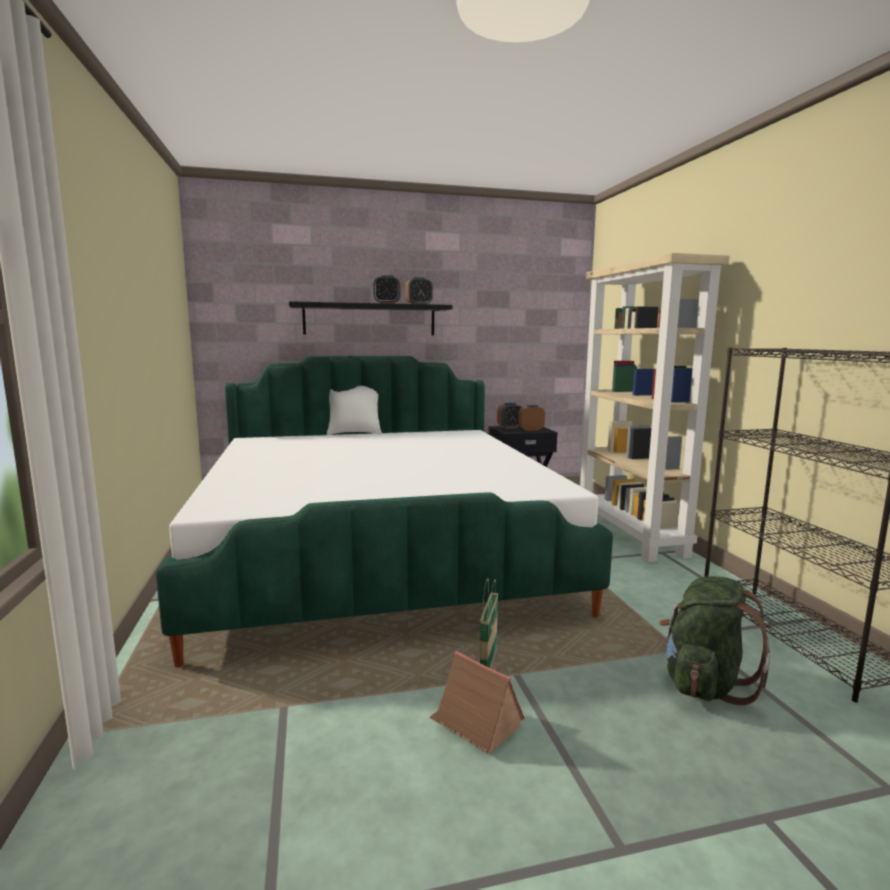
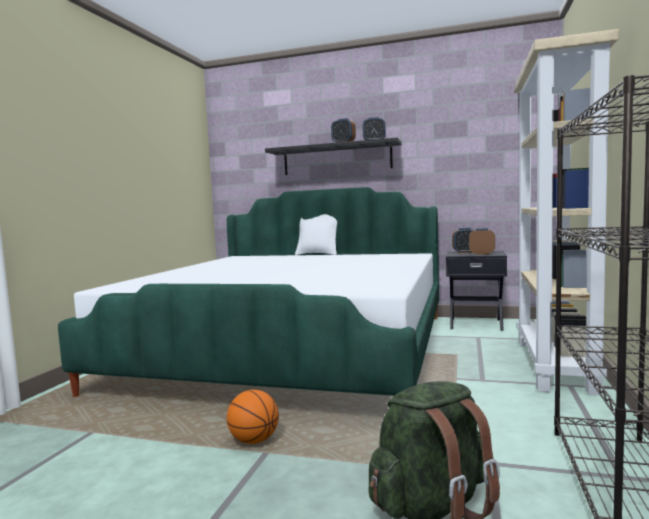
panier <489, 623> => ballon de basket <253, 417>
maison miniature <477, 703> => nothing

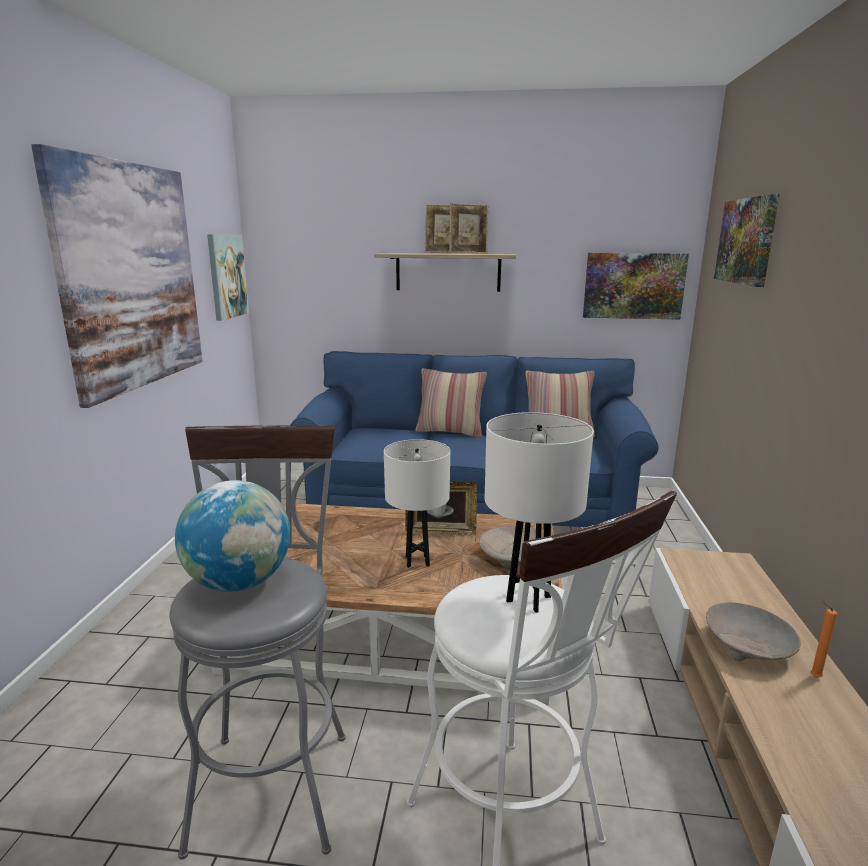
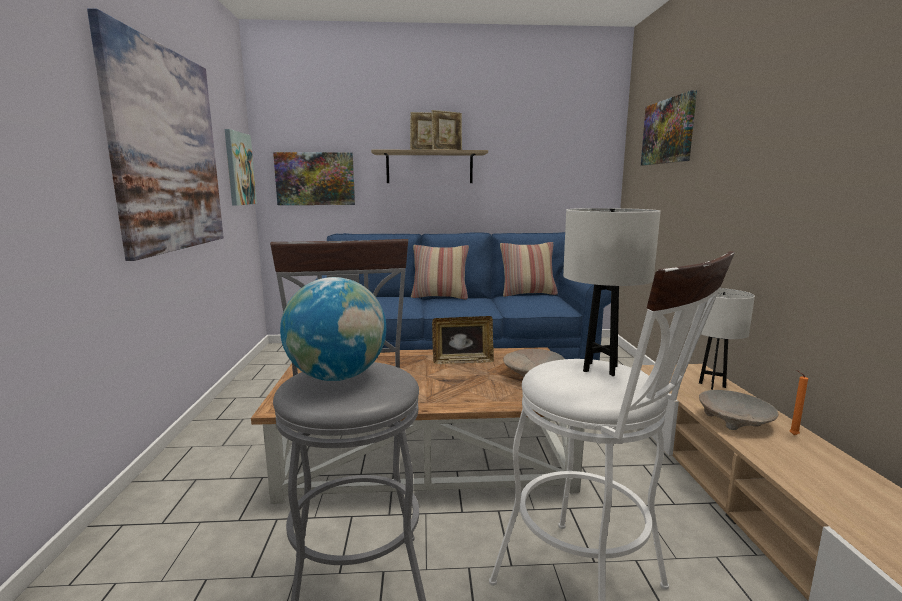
tableau <636, 286> => tableau <314, 178>, move
lampe de table [blanc] <417, 503> => lampe de table [blanc] <723, 339>, move

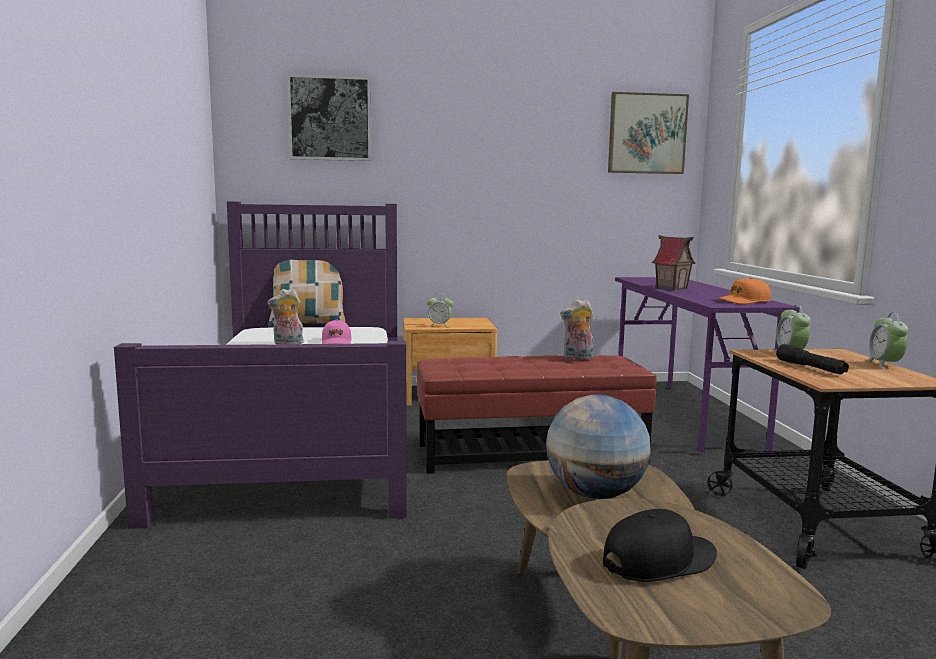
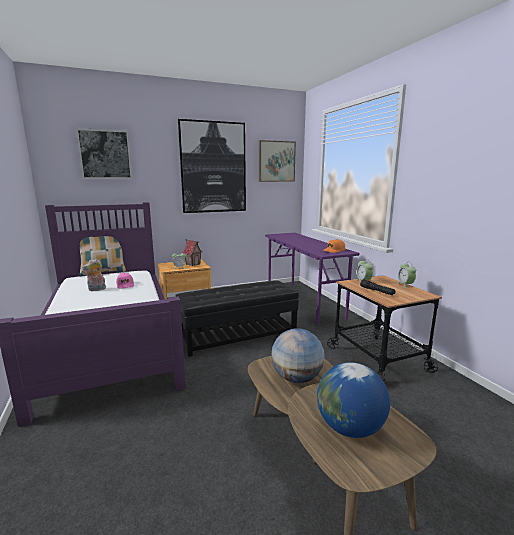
maison miniature <674, 262> => maison miniature <192, 252>, move
peluche <577, 329> => nothing
pouf [rouge] <536, 414> => pouf [noir] <237, 318>
casquette [noir] <660, 545> => globe <353, 400>
nothing => tableau <212, 166>

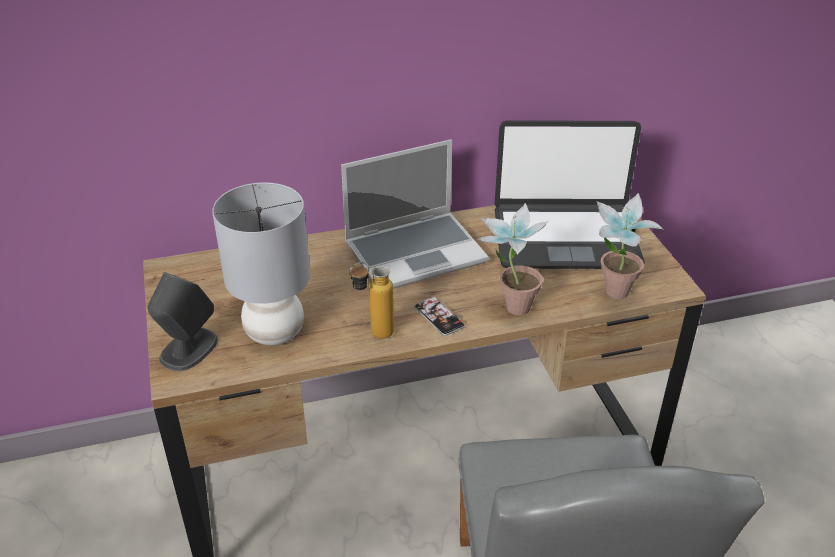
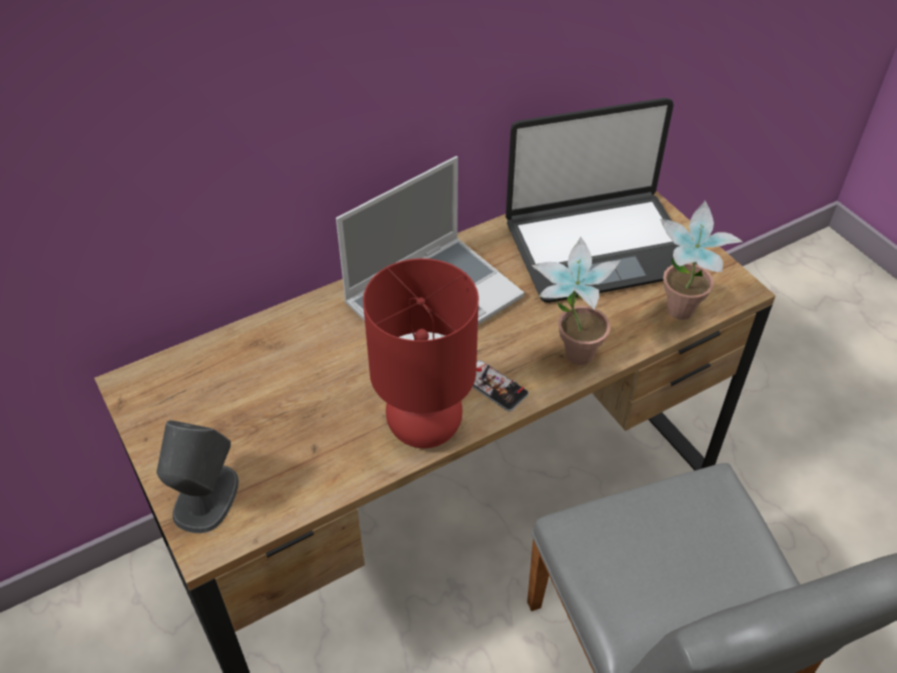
lampe de table [gris] <261, 263> => nothing
bouteille <371, 300> => lampe de table [rouge] <421, 353>

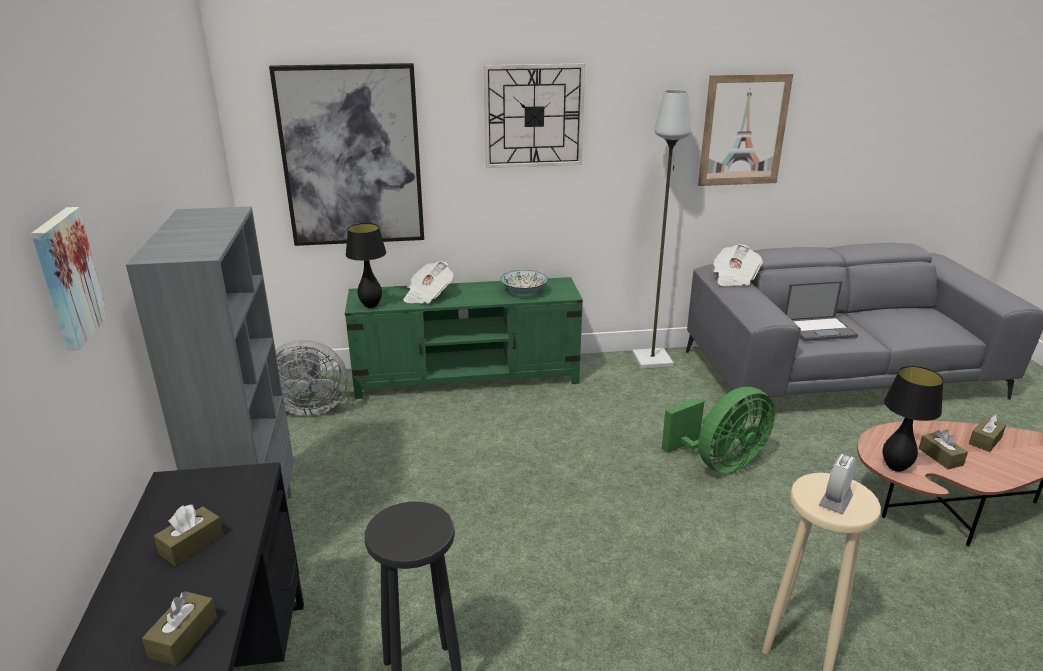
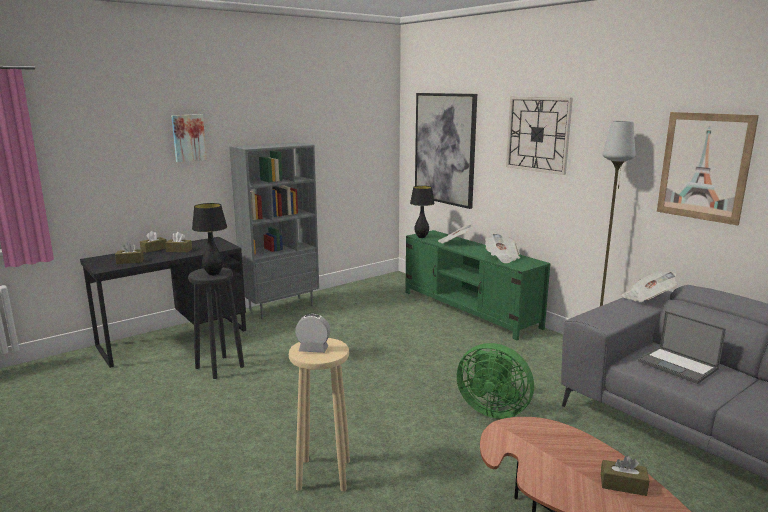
bol <524, 282> => journal <502, 248>
ventilateur [gris] <312, 378> => nothing
lampe de table [noir] <913, 419> => lampe de table [noir] <209, 239>, move
boîte à mouchoirs [marron] <943, 449> => boîte à mouchoirs [marron] <153, 242>, move

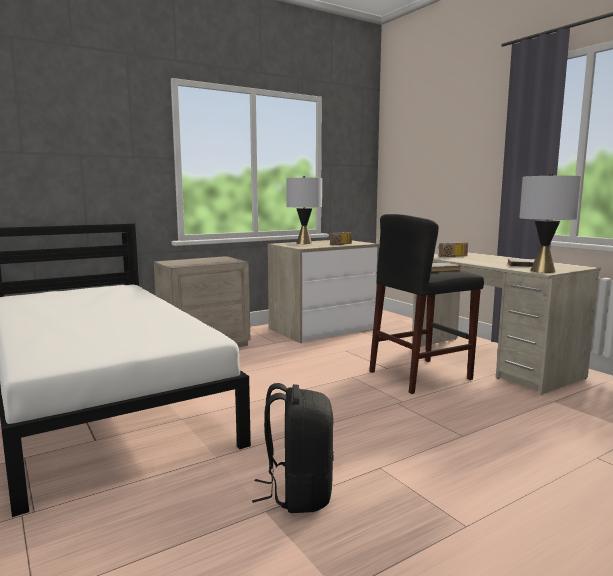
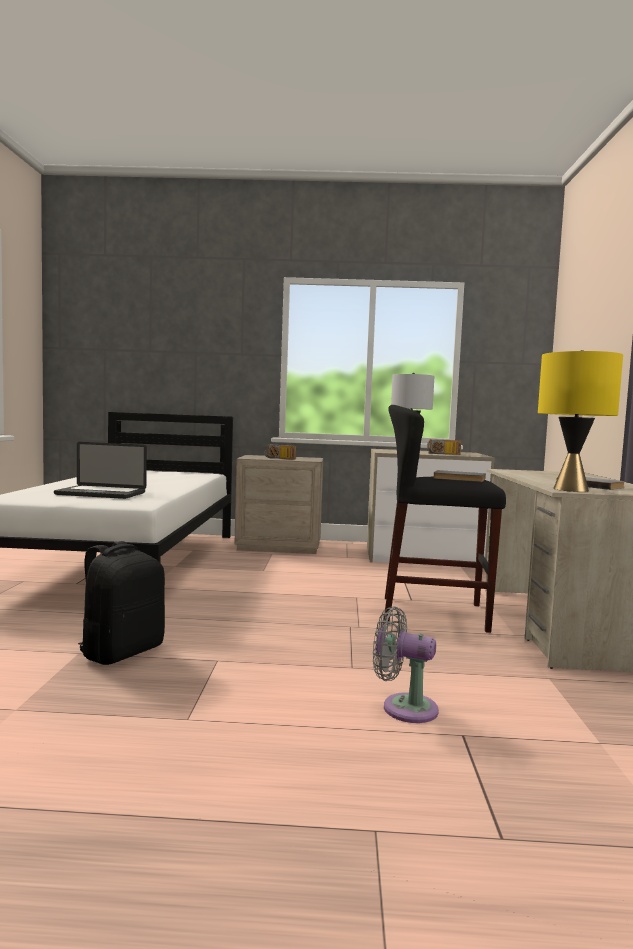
lampe de table [gris] <550, 223> => lampe de table [jaune] <580, 421>
radio <453, 249> => radio <280, 452>, move
nothing => ordinateur portable <100, 470>
nothing => ventilateur [gris] <406, 664>

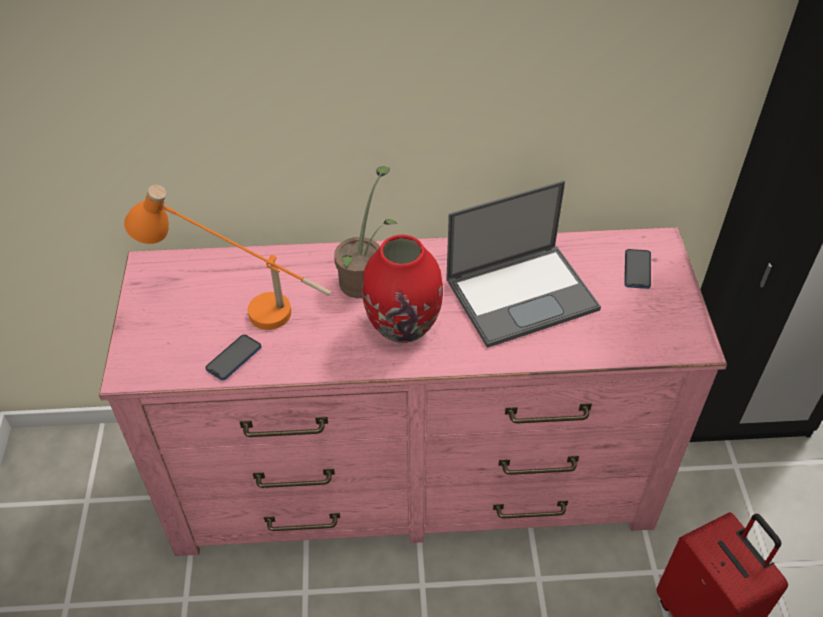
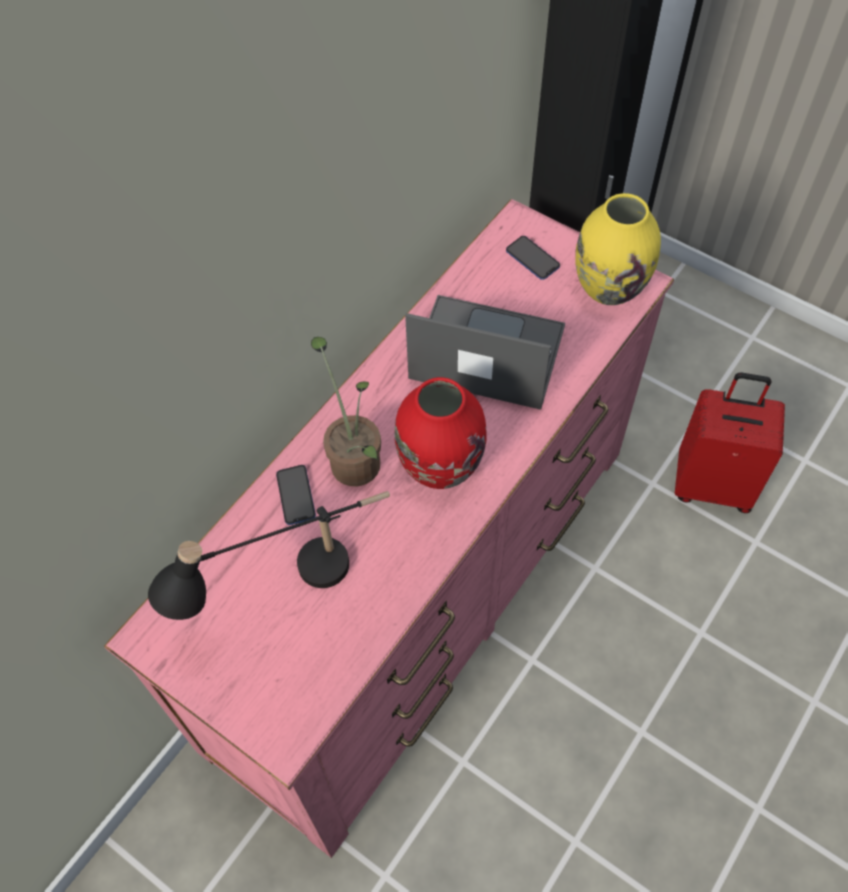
ordinateur portable <523, 264> => ordinateur portable <485, 352>, 90 degrees counterclockwise
lampe de table [orange] <227, 257> => lampe de table [noir] <269, 555>
téléphone <233, 358> => téléphone <296, 495>, move
nothing => vase [jaune] <618, 249>

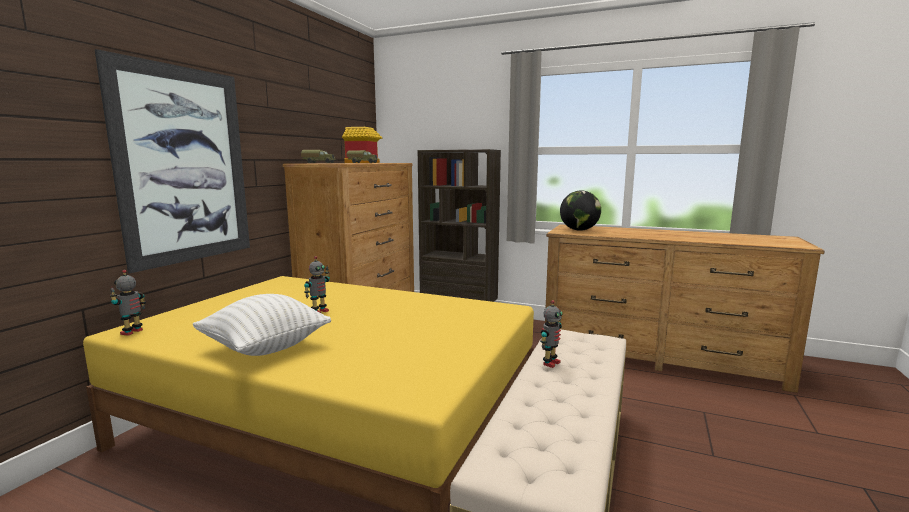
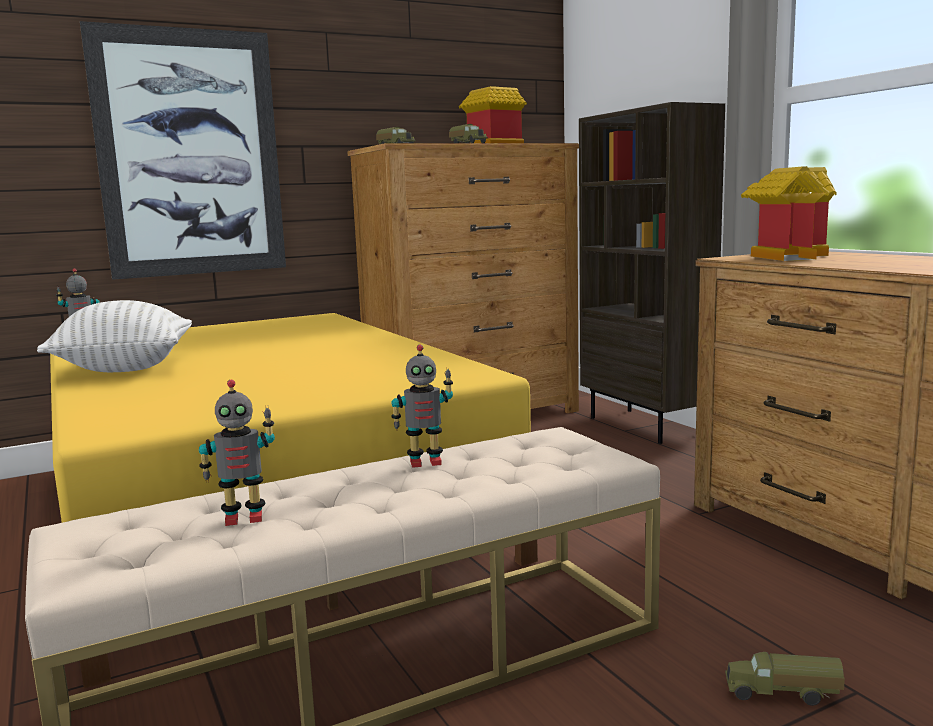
globe <580, 211> => maison miniature <789, 213>
robot jouet <317, 284> => robot jouet <237, 453>, move
nothing => camion jouet <785, 679>

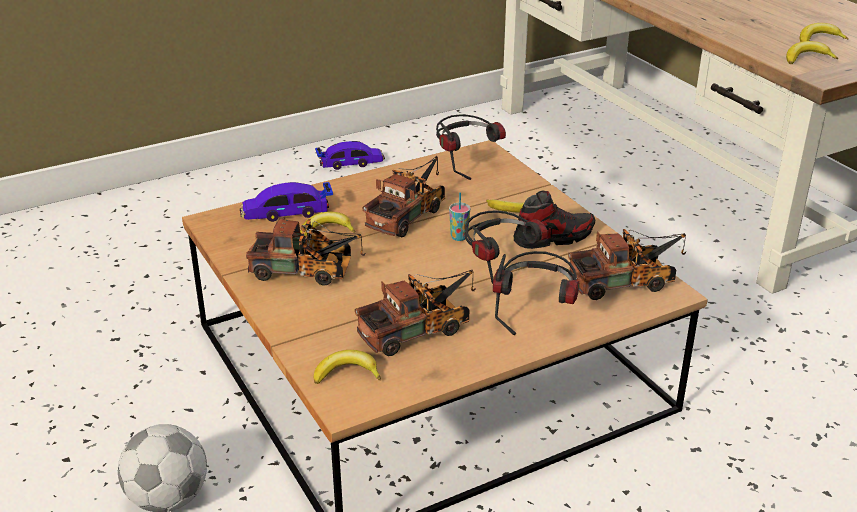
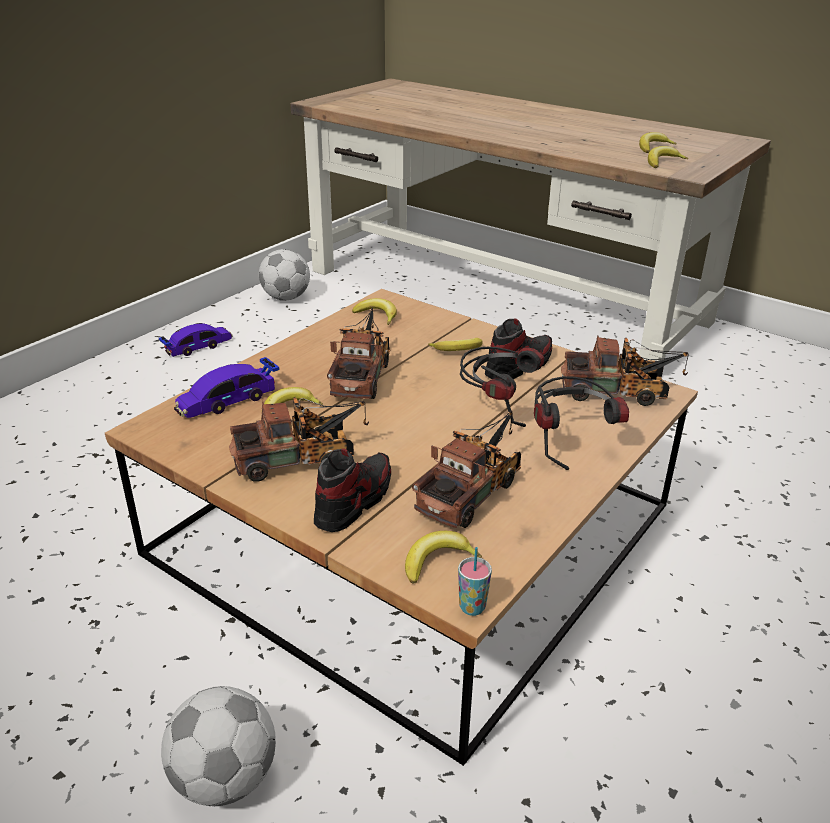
casque audio <471, 147> => banane <374, 311>
tasse <459, 216> => tasse <475, 581>, move
camion jouet <627, 264> => camion jouet <625, 370>, 45 degrees clockwise
nothing => ballon de foot <284, 275>
nothing => chaussure <352, 490>

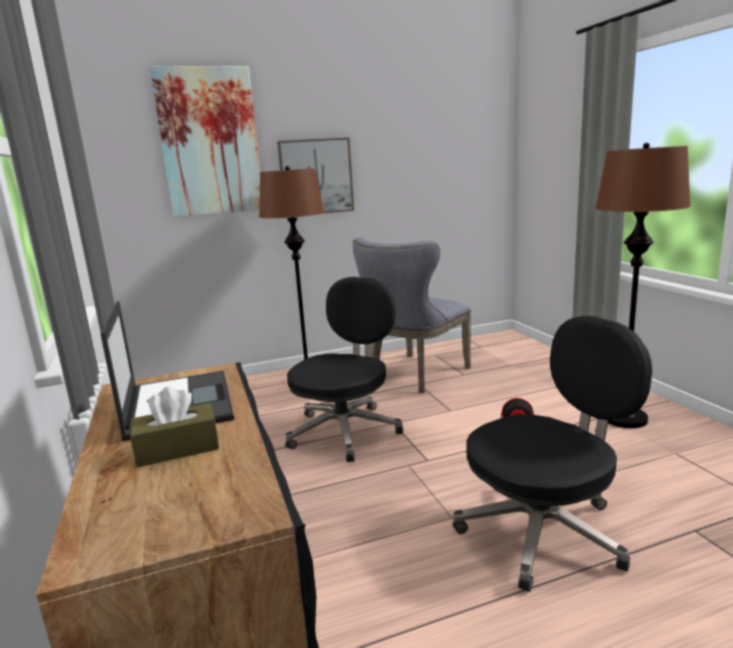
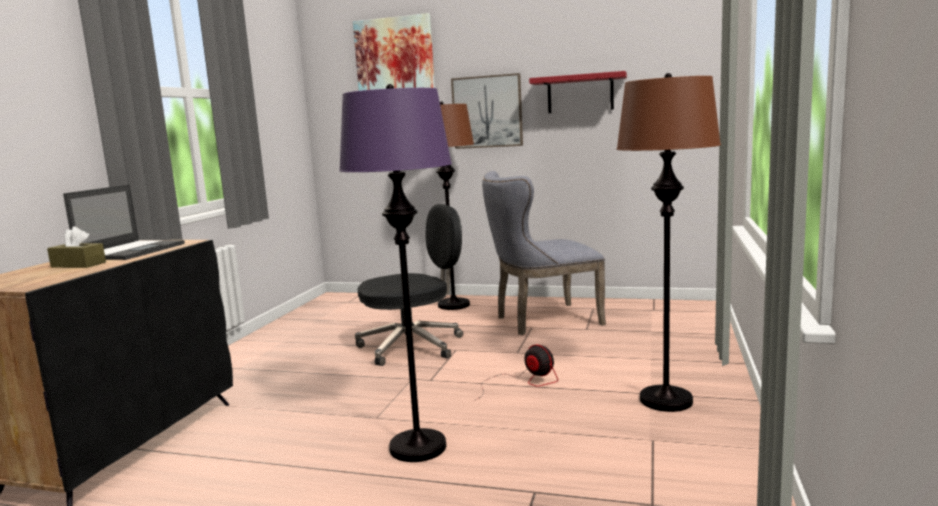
chaise de bureau [noir] <552, 454> => lampadaire [violet] <395, 273>
nothing => étagère [rouge] <578, 92>

